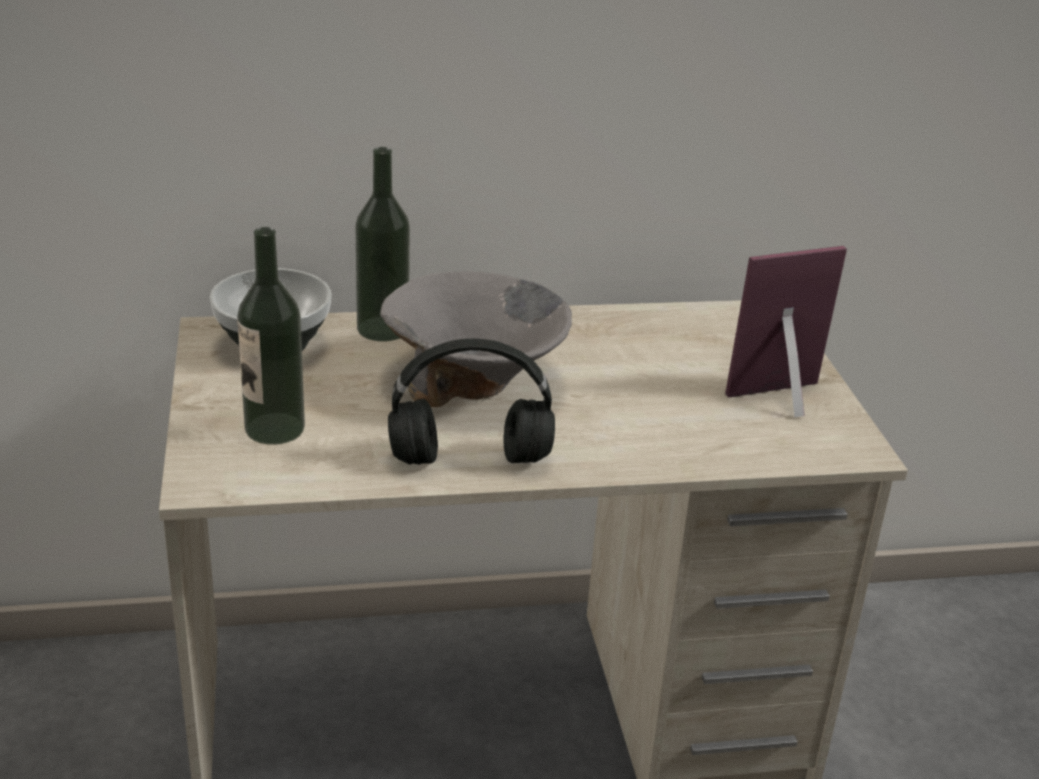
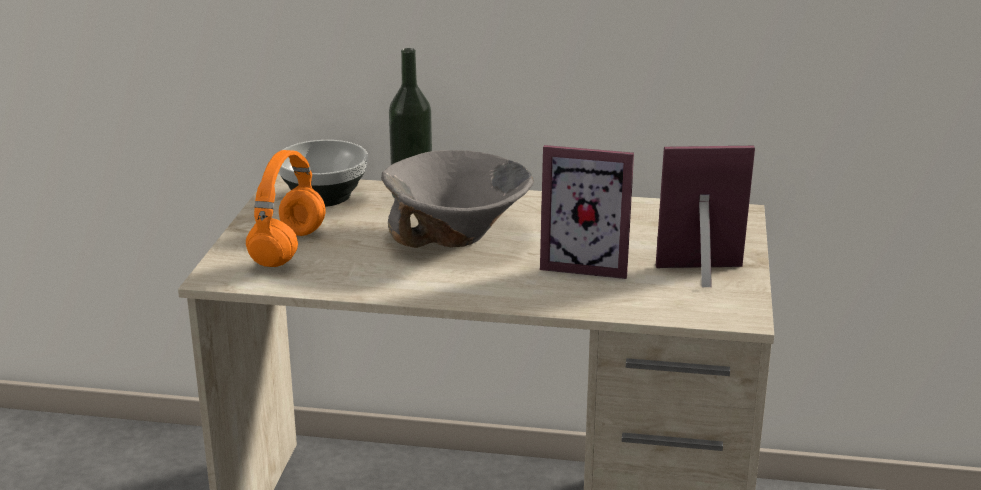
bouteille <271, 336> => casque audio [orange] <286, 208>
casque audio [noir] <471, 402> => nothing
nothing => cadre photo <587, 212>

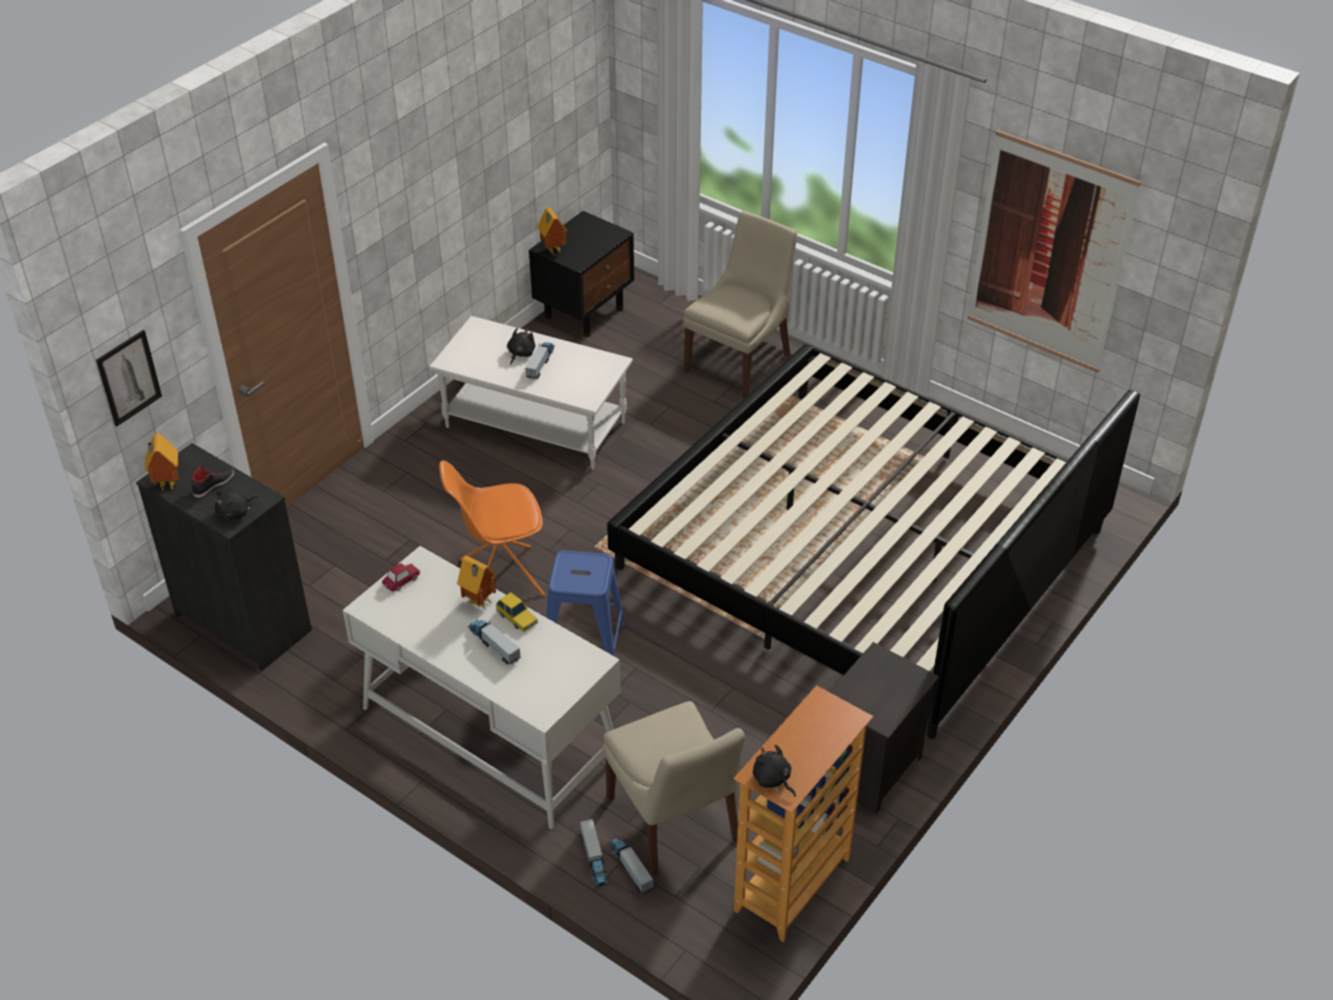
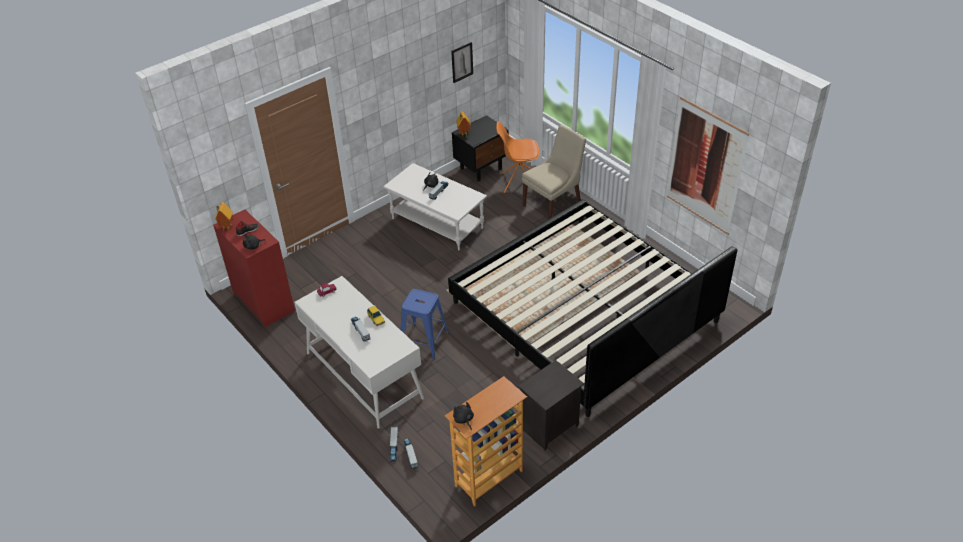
tableau <129, 378> => tableau <462, 62>, move
commode [noir] <224, 557> => commode [rouge] <254, 268>
chaise [orange] <492, 528> => chaise [orange] <518, 157>, move
maison miniature <477, 582> => nothing
chaise [beige] <674, 789> => nothing

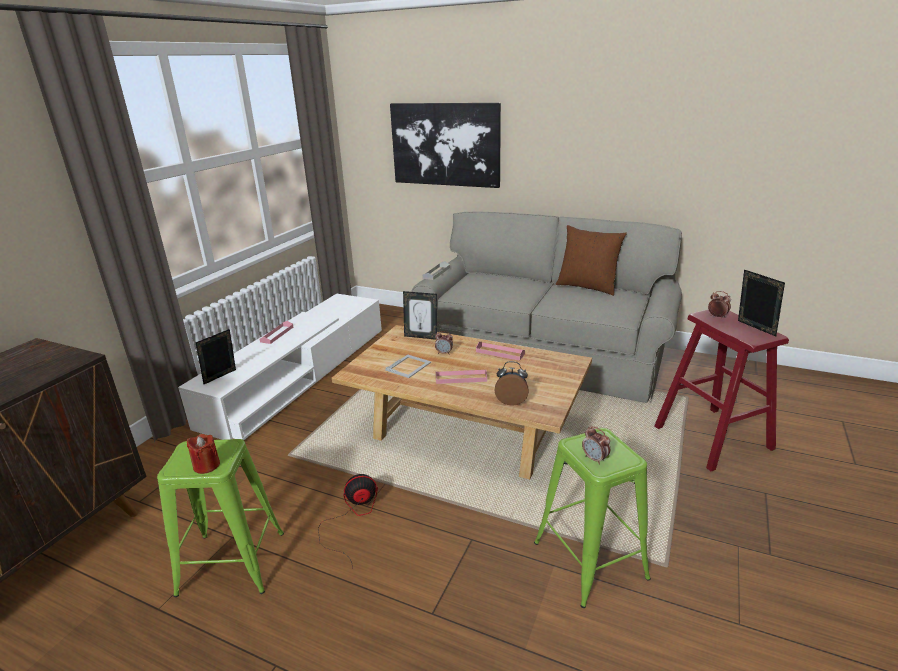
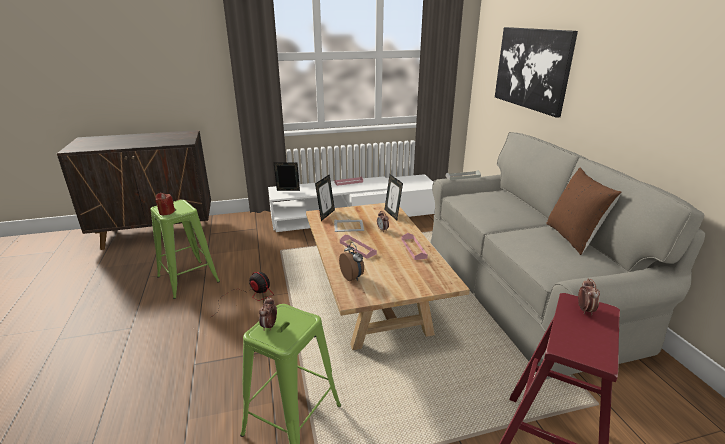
cadre photo <761, 303> => cadre photo <325, 197>, move

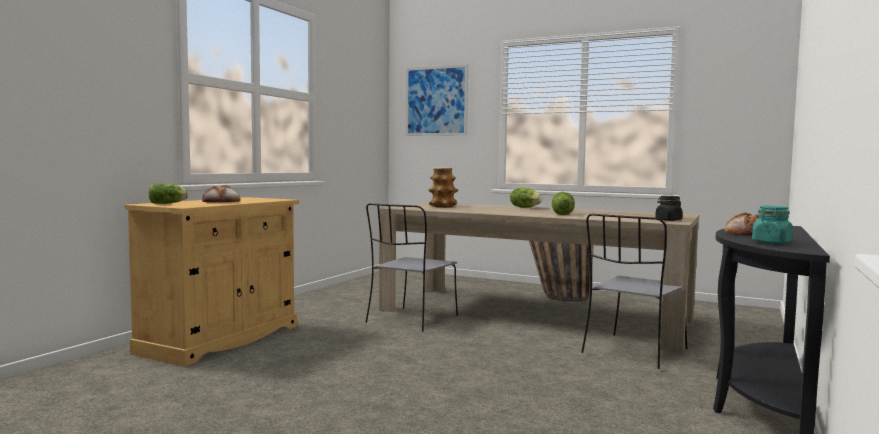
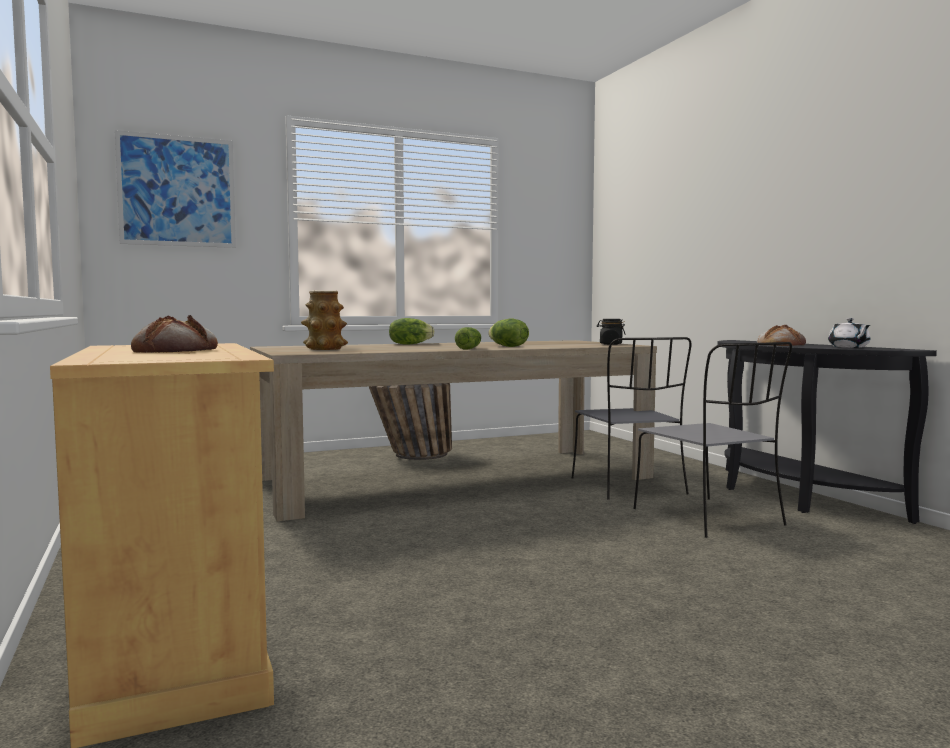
laitue <169, 194> => laitue <468, 338>, move
chaise [gris] <411, 267> => chaise [gris] <712, 440>, move
bocal [turquoise] <772, 225> => théière [blanc] <849, 333>

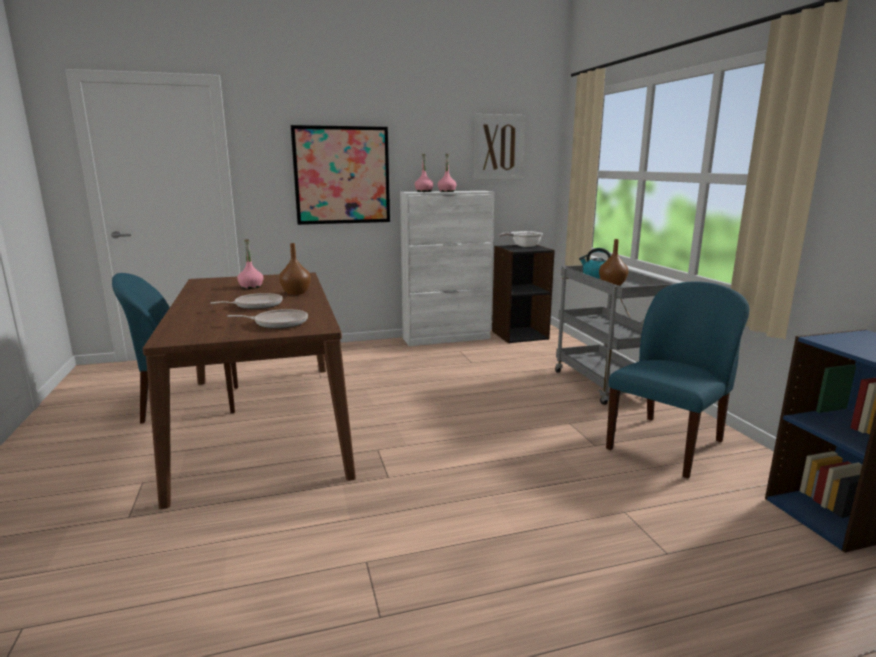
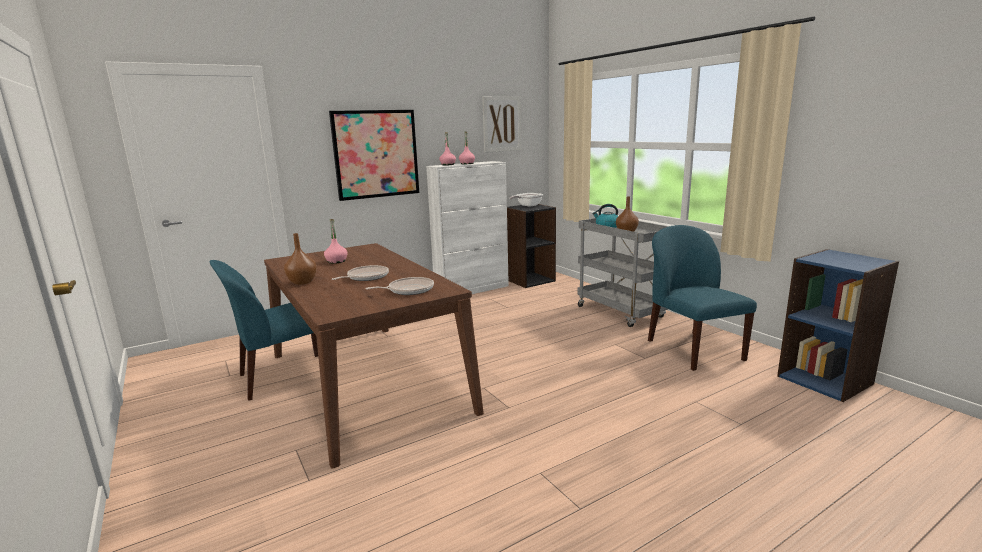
vase [marron] <295, 269> => vase [marron] <300, 259>, move
chaise [bleu] <678, 380> => chaise [bleu] <702, 298>, 45 degrees counterclockwise

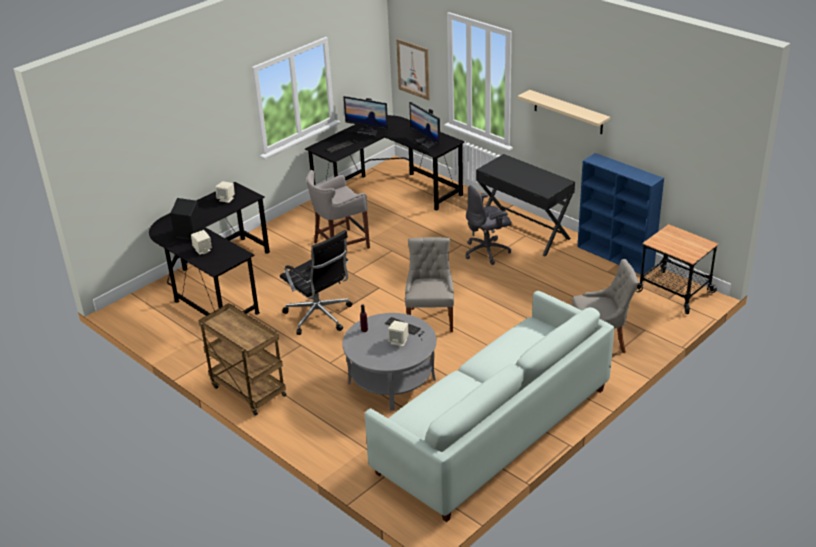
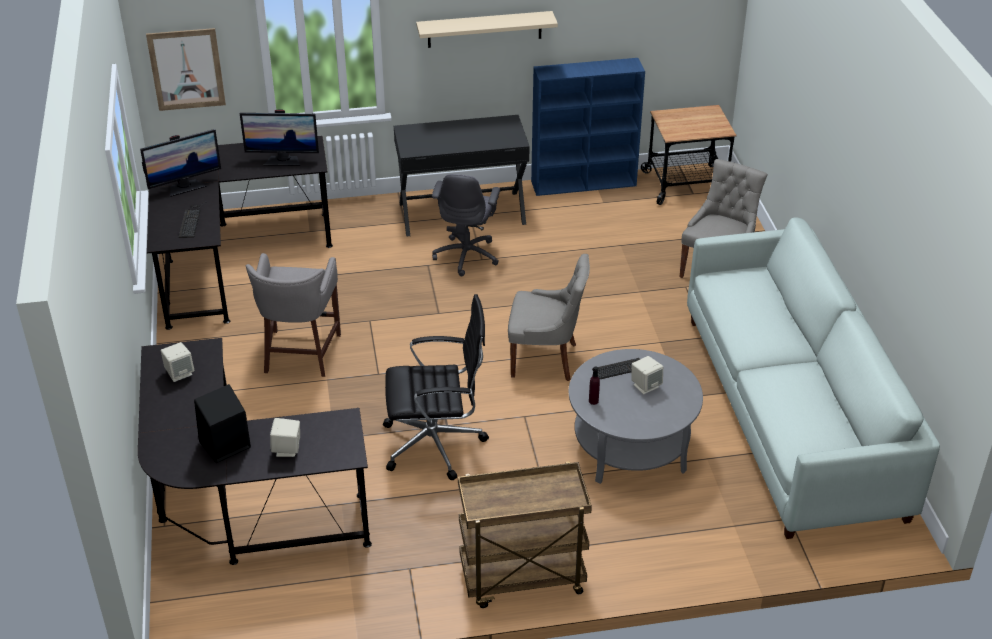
chaise [gris] <429, 284> => chaise [gris] <549, 317>, 150 degrees clockwise

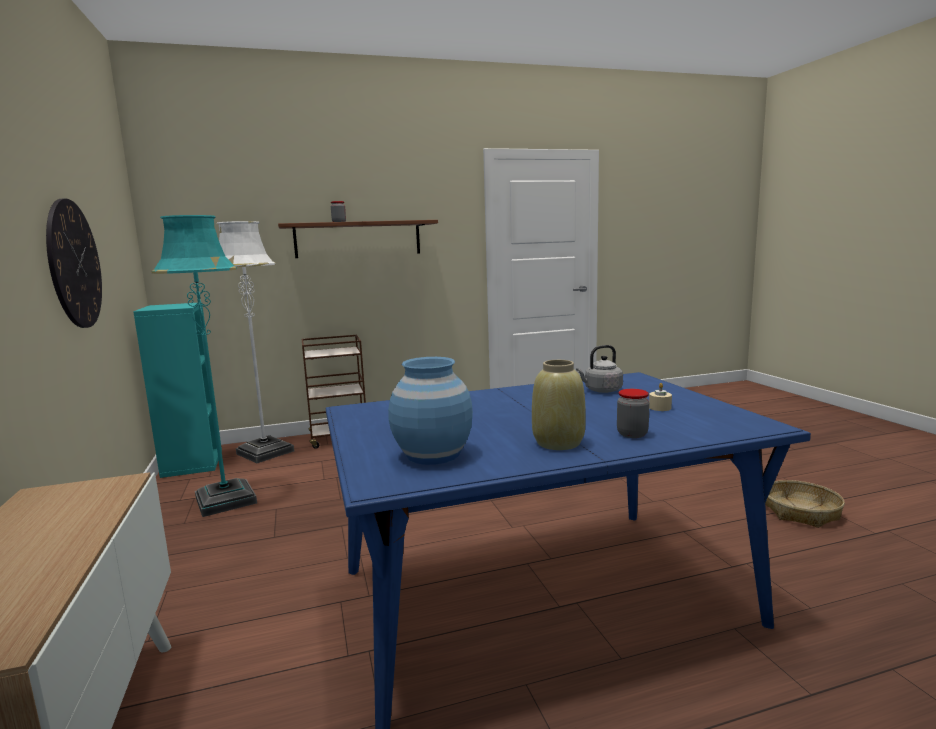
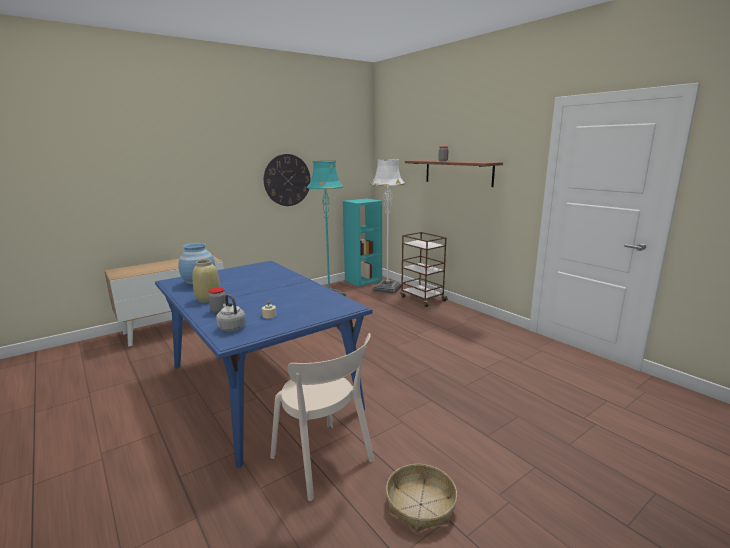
bouilloire [gris] <599, 369> => bouilloire [gris] <231, 312>, move
nothing => chaise [beige] <322, 417>

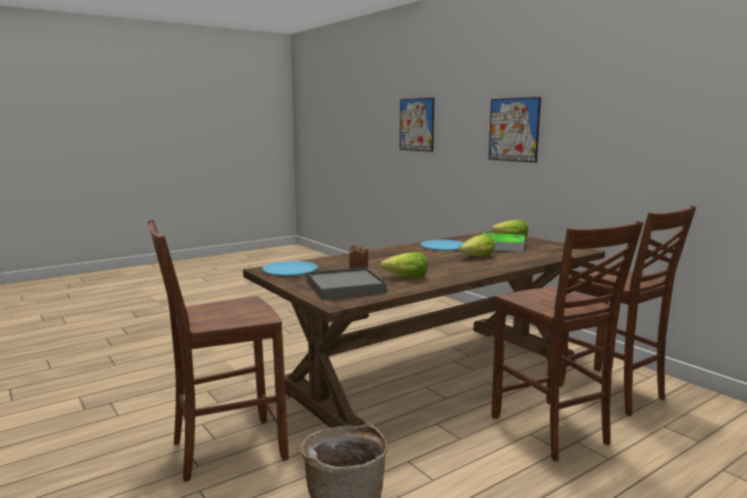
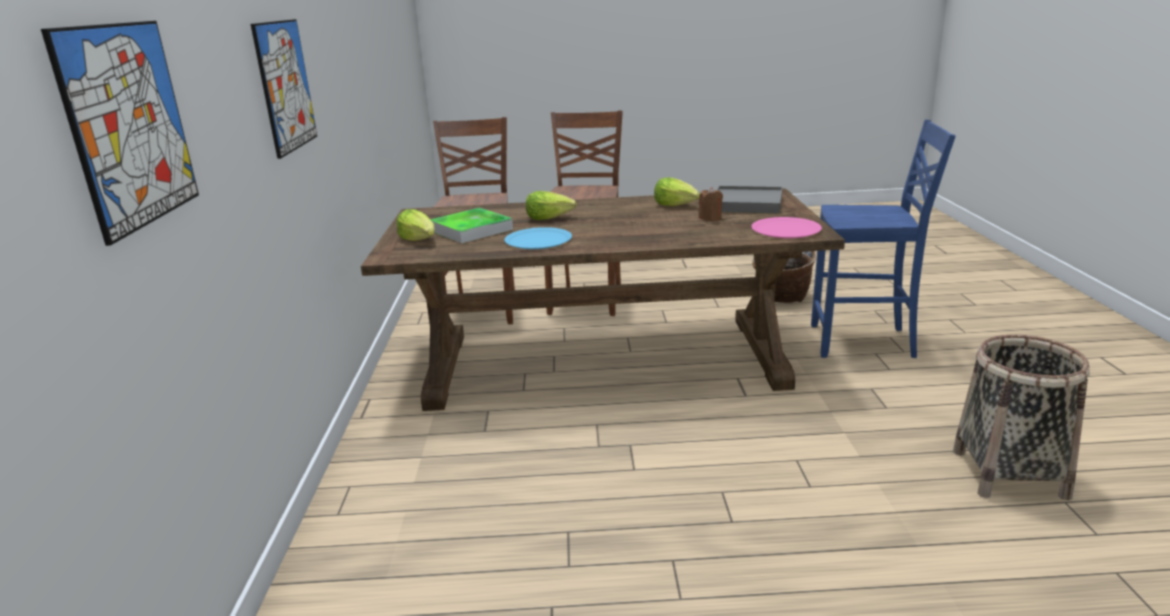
chaise [marron] <218, 351> => chaise [bleu] <883, 238>
assiette [bleu] <290, 268> => assiette [rose] <786, 227>
nothing => panier <1021, 417>

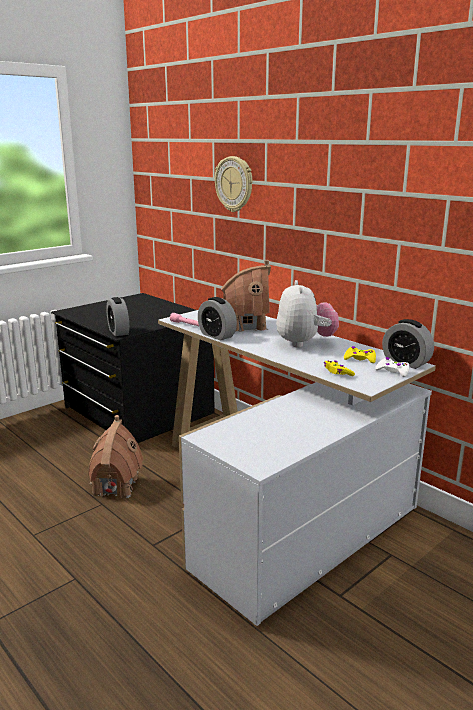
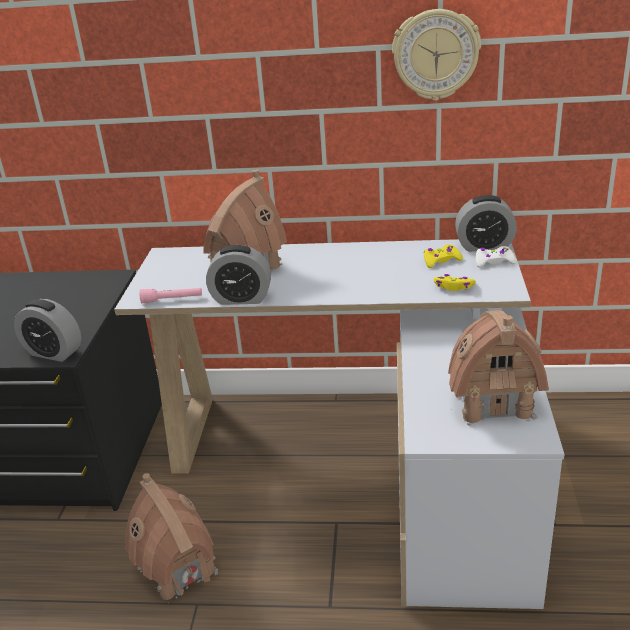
horloge murale <233, 184> => horloge murale <436, 55>, move
peluche <307, 313> => nothing
nothing => maison miniature <498, 368>

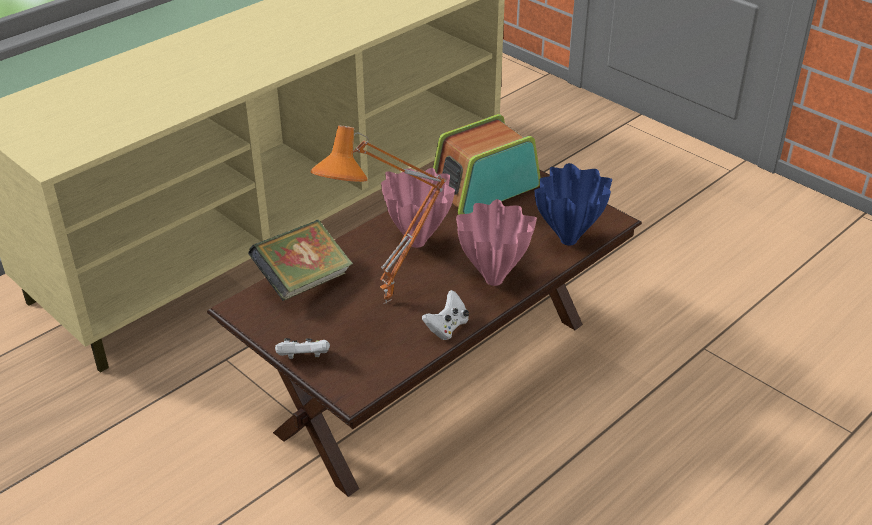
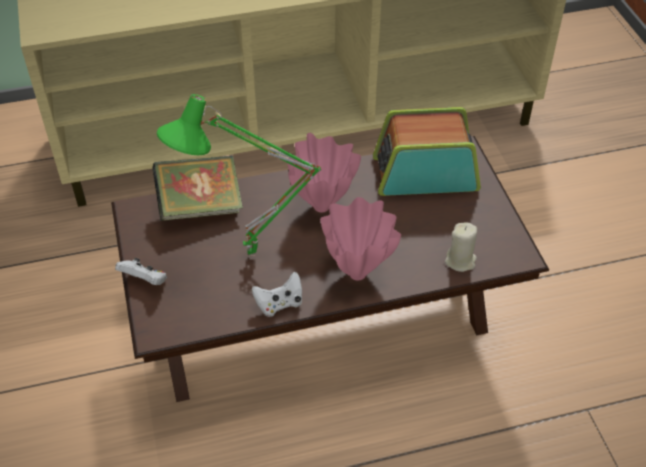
lampe de table [orange] <378, 214> => lampe de table [vert] <239, 175>
vase [bleu] <573, 204> => bougie [beige] <461, 247>

